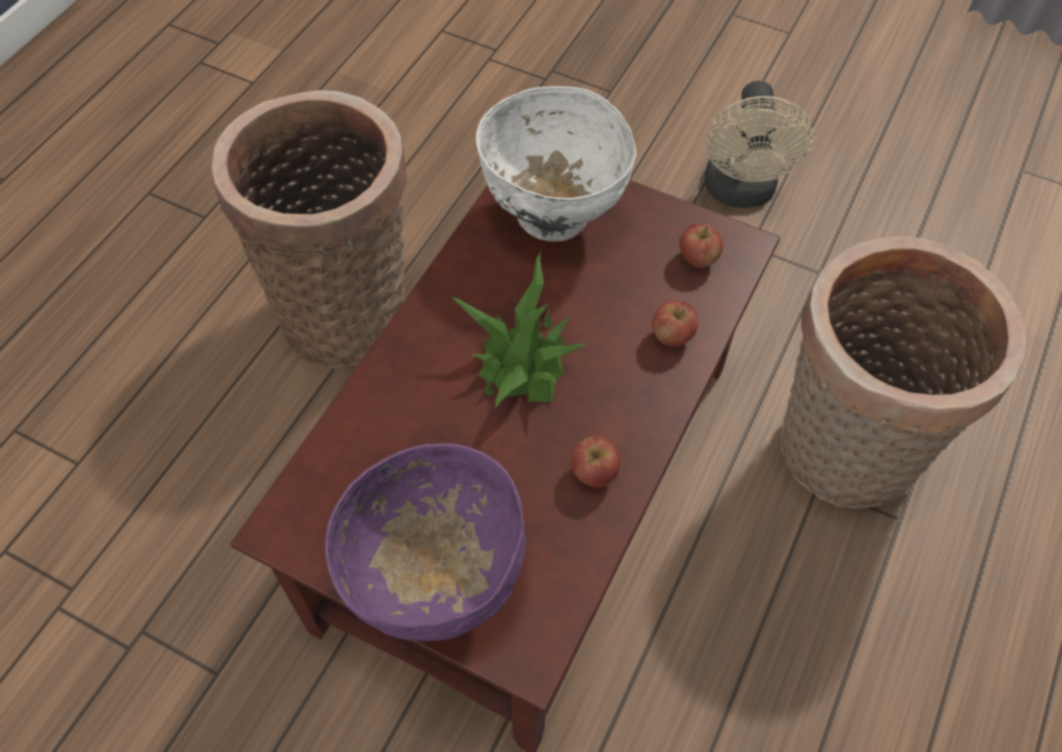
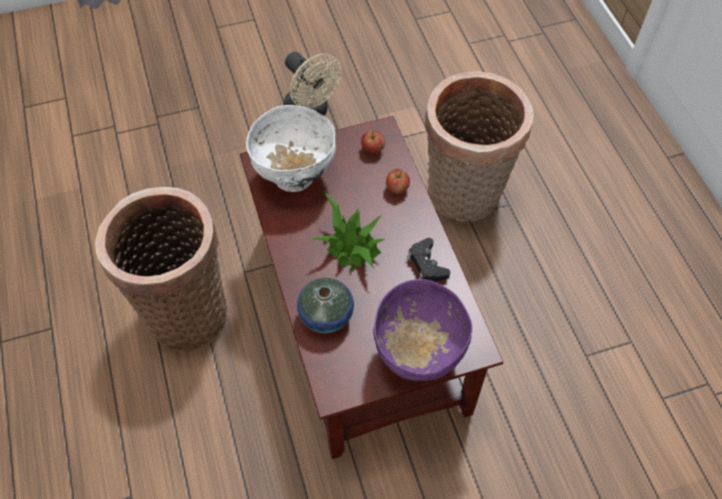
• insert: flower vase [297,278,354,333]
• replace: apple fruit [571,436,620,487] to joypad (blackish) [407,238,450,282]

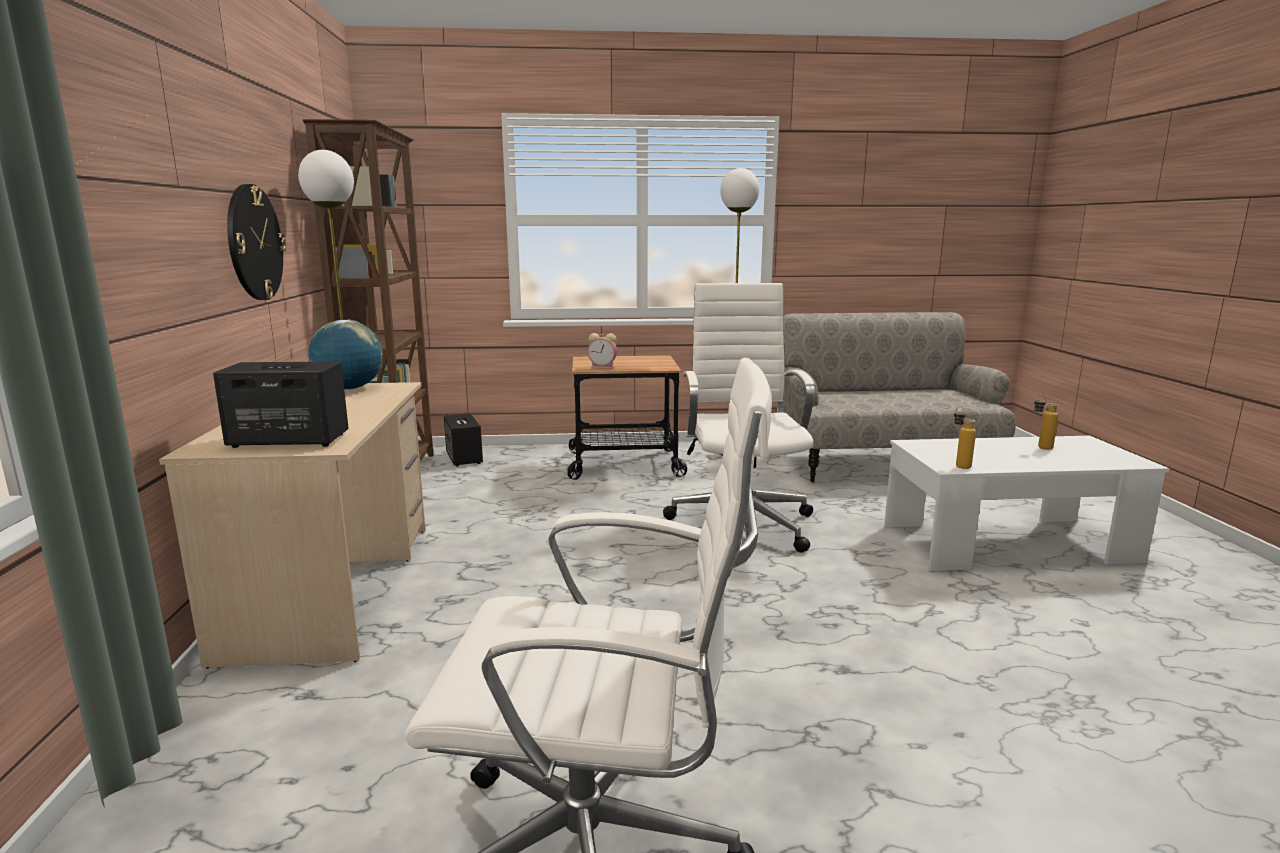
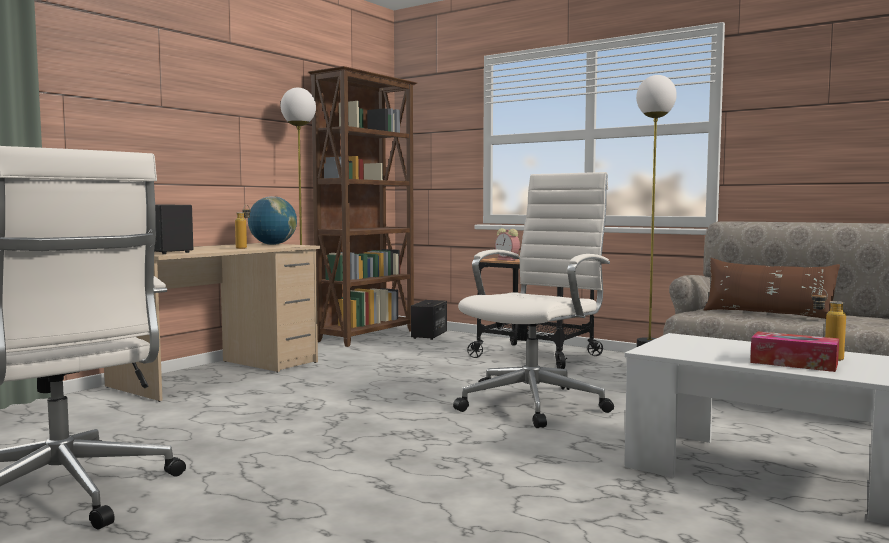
• delete: hanging clock [227,184,286,300]
• insert: throw pillow (brown-coloured) [703,258,840,319]
• insert: box of tissues [750,331,839,372]
• move: bottle [954,406,976,469] to [235,206,251,249]

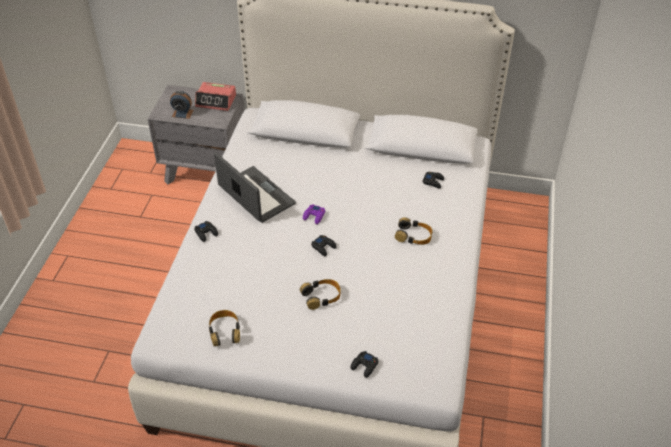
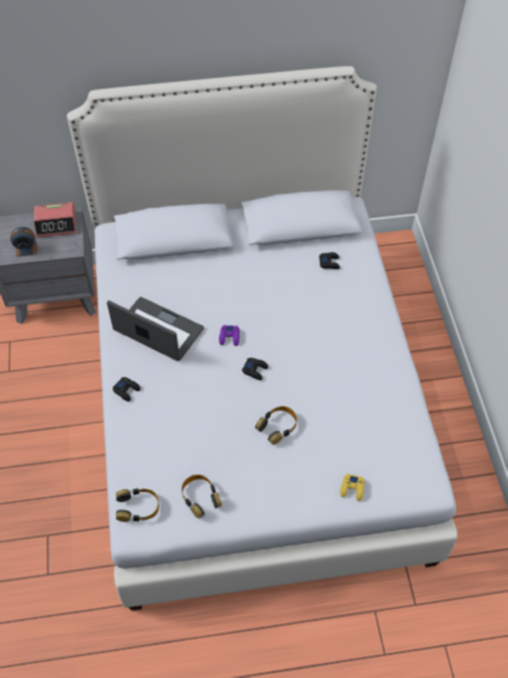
• move: pair of headphones [395,217,432,245] to [116,488,159,522]
• recolor: joypad (blackish) [351,351,378,378] to joypad (yellow) [340,474,365,501]

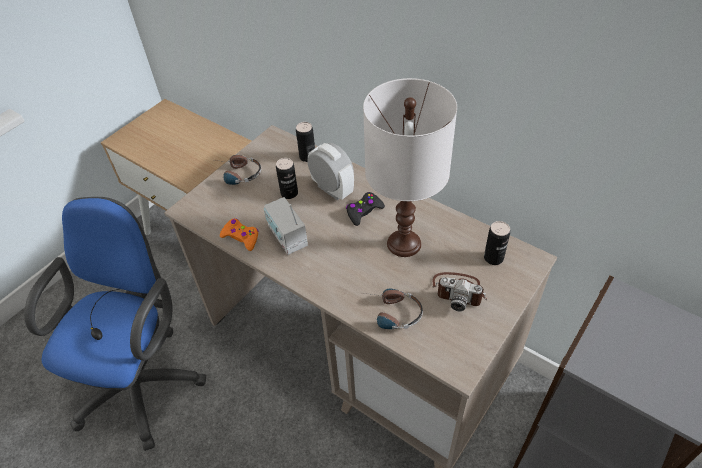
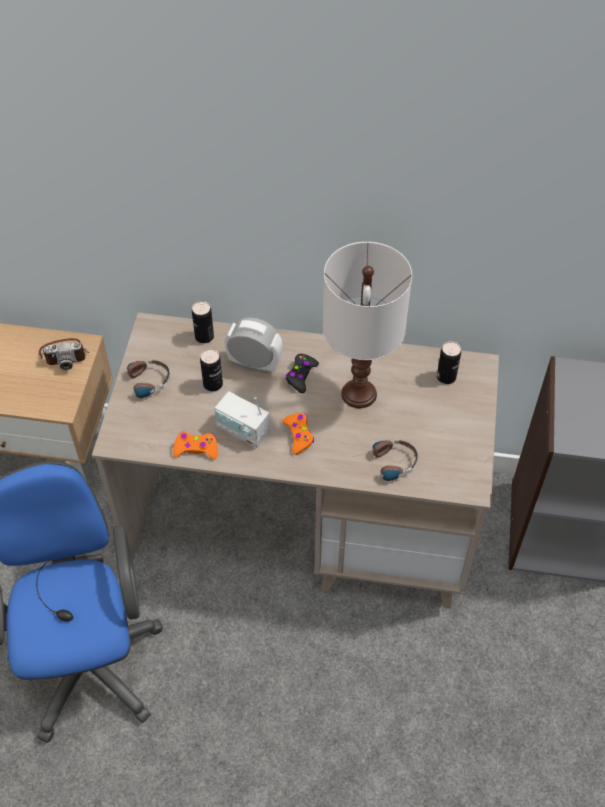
• insert: joypad (orange-coloured) [282,413,314,455]
• move: photo camera [432,272,487,311] to [39,338,89,370]

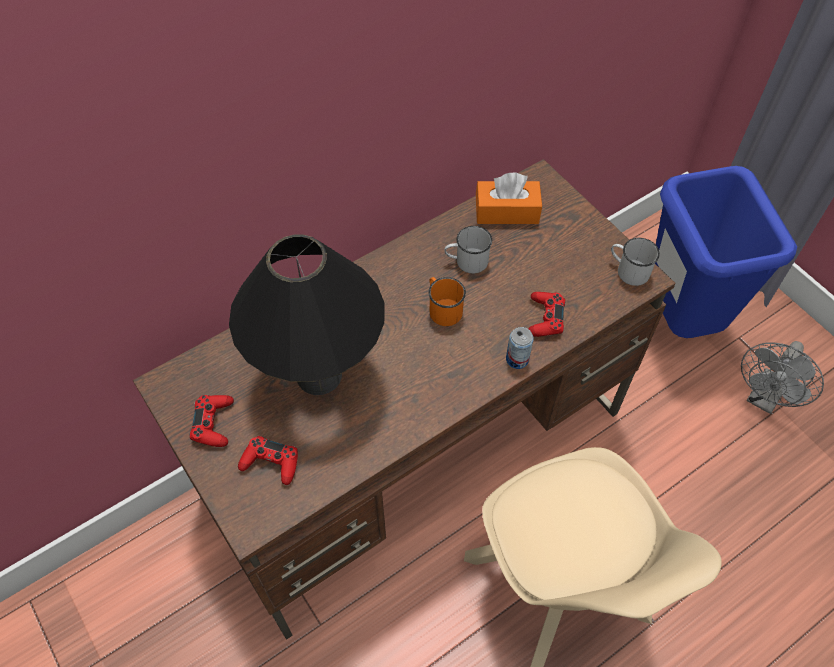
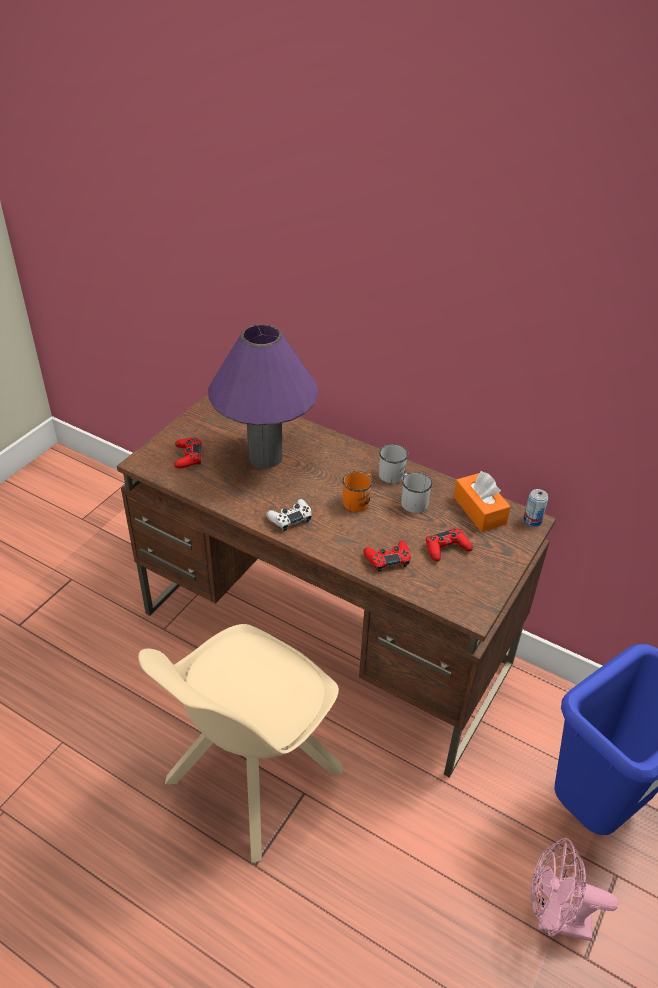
• insert: joypad (white-coloured) [266,499,312,531]
• move: joypad (reddish) [189,395,234,447] to [426,528,473,562]
• move: can [506,327,534,369] to [523,489,548,527]
• move: tea mug (white-coloured) [611,238,660,286] to [379,444,408,483]
• recolor: table lamp (blackish) [229,235,384,395] to table lamp (purple) [208,324,318,468]
• recolor: fan (greyish) [741,341,824,414] to fan (pinkish) [531,838,618,941]

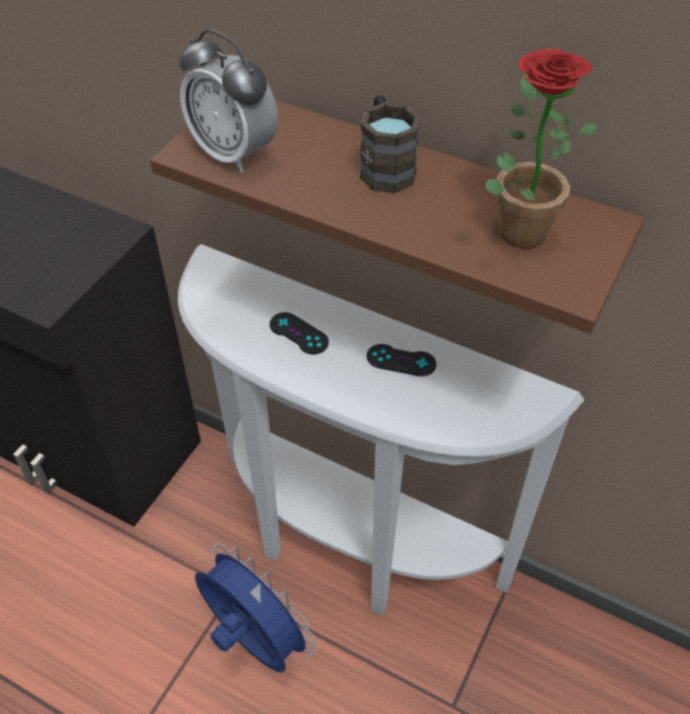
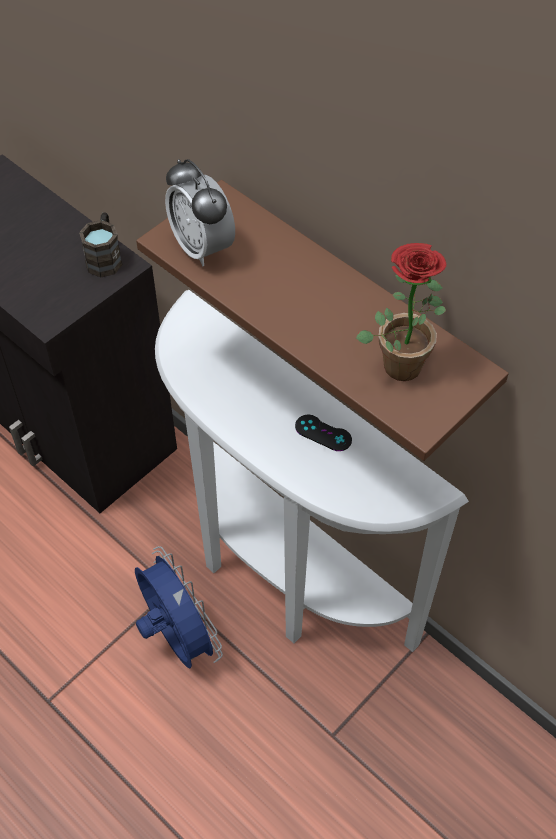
• delete: joypad (blackish) [270,312,329,354]
• move: tea mug (brown-coloured) [360,95,421,193] to [79,213,123,277]

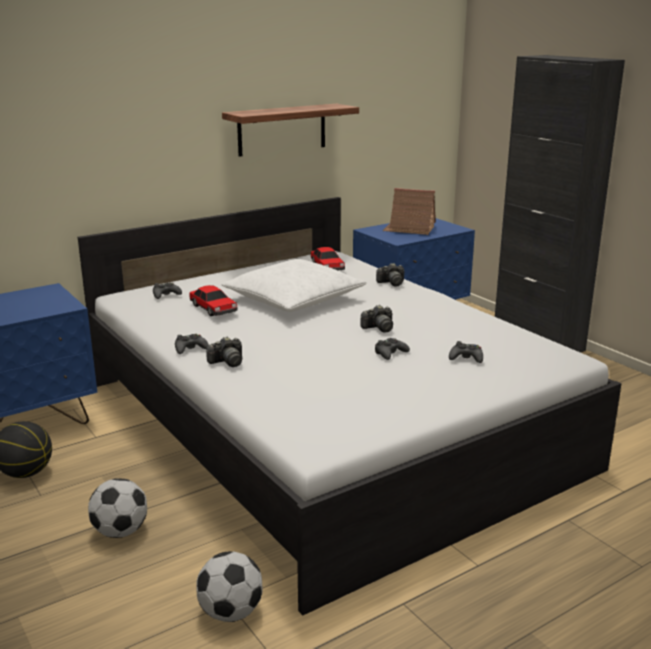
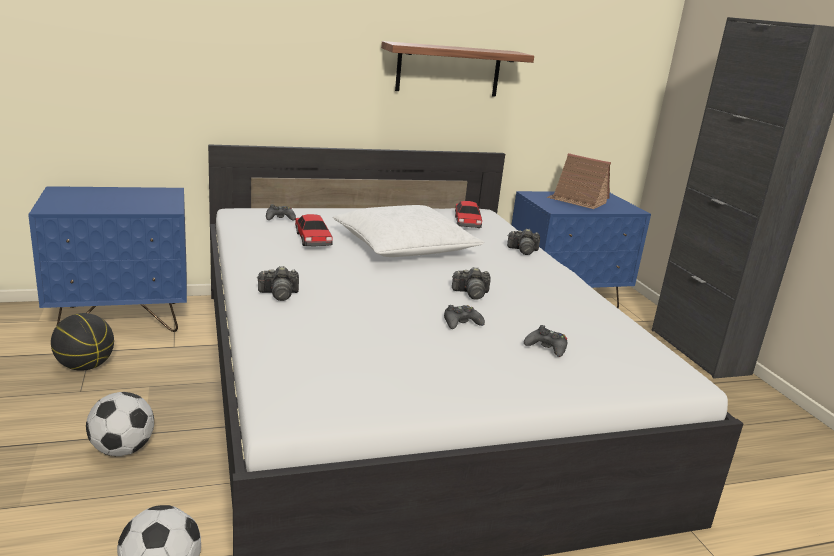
• delete: joypad (blackish) [175,334,209,354]

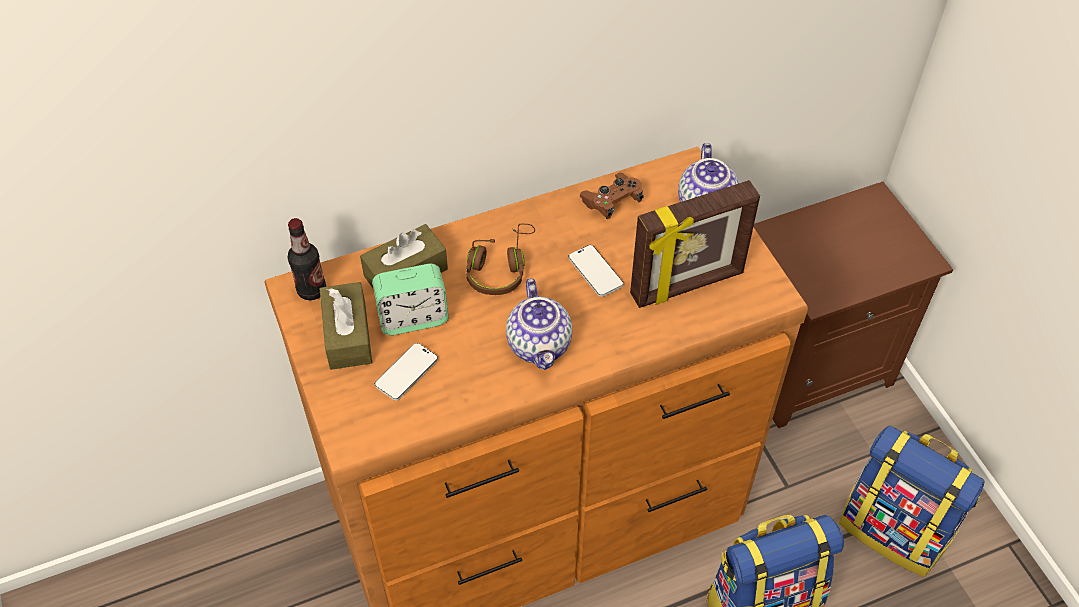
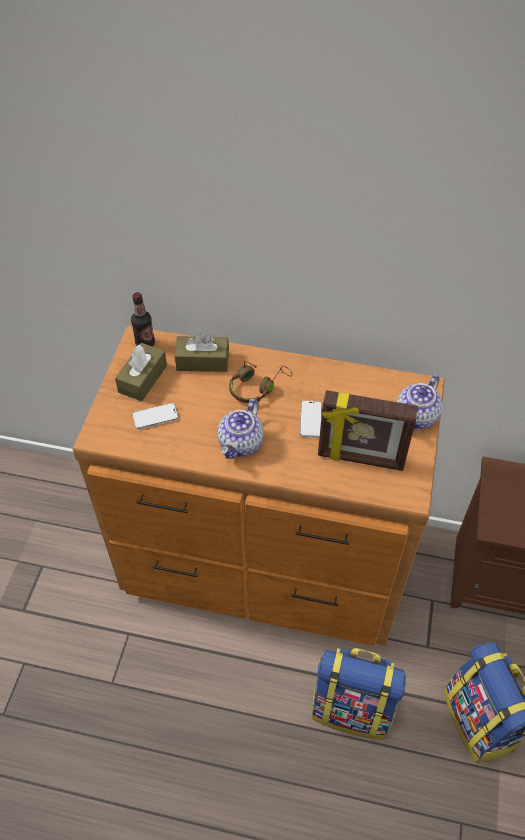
• delete: table clock [372,264,449,335]
• delete: joypad (brown-coloured) [579,172,644,219]

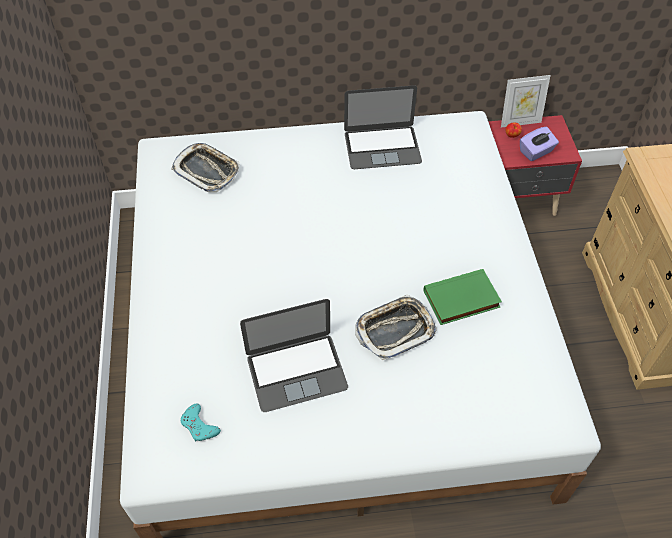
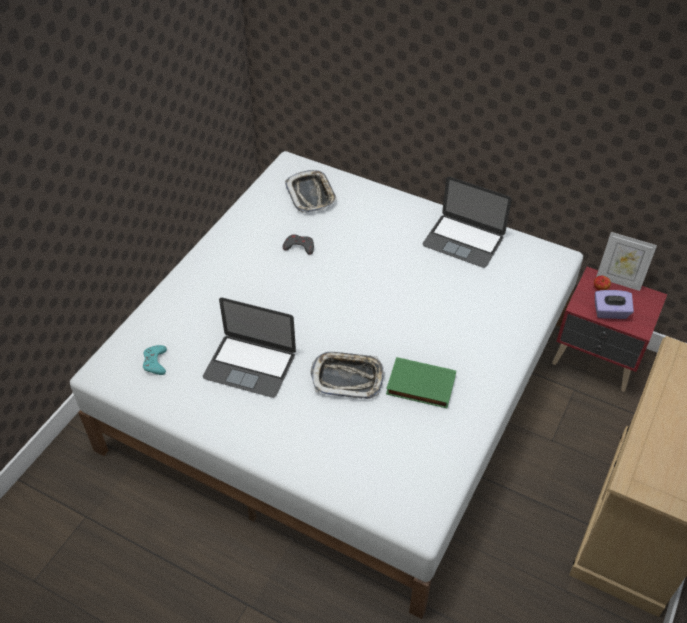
• insert: joypad (greyish) [283,234,314,255]

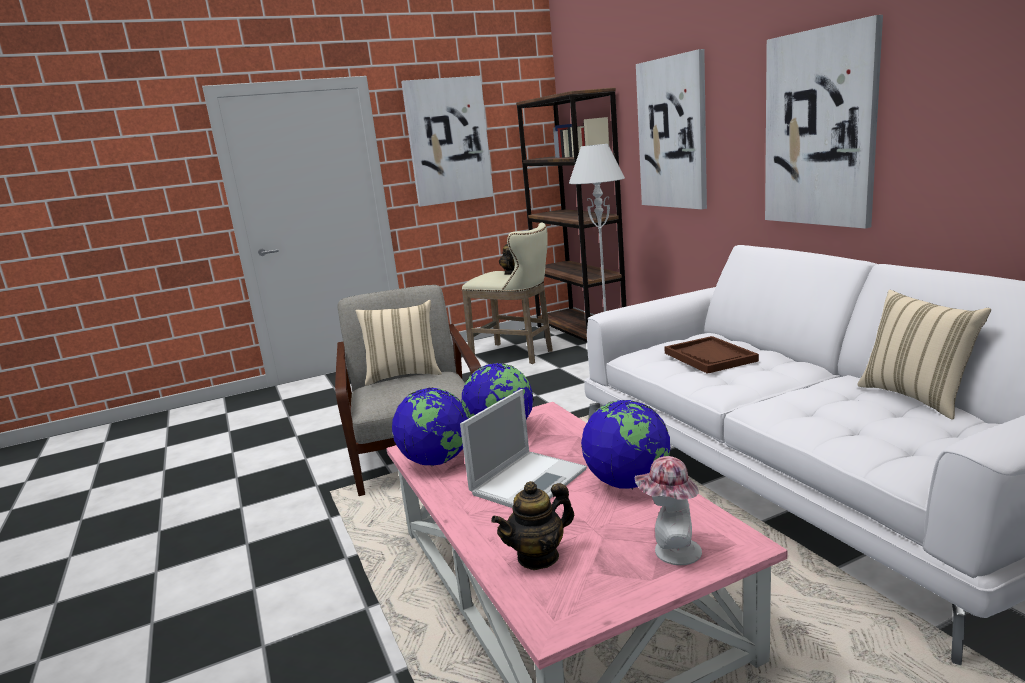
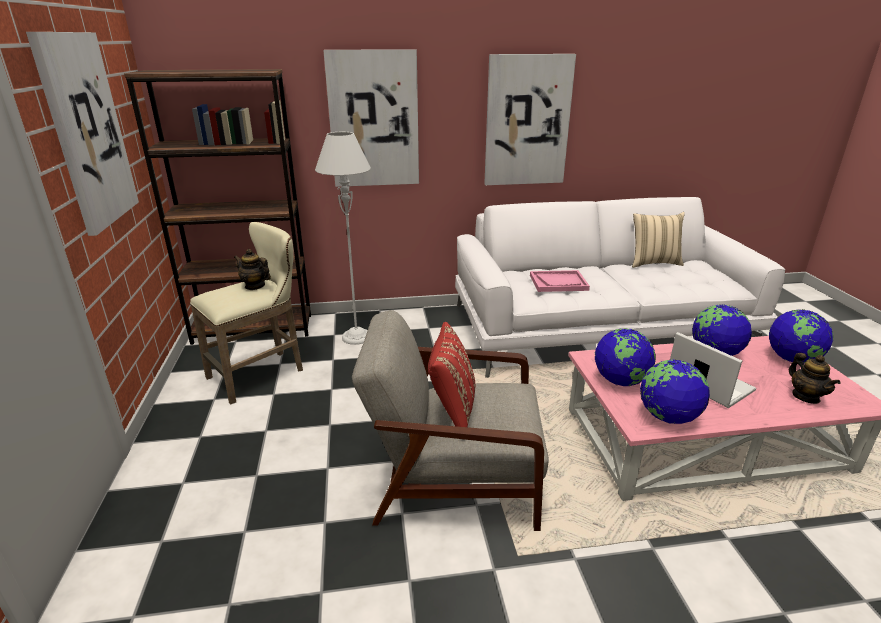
• replace: wearable hat [635,456,702,565] to world globe [769,309,834,363]
• recolor: throw pillow (beige-coloured) [355,300,442,386] to throw pillow (reddish) [428,322,475,427]
• recolor: tray (brown-coloured) [664,336,759,374] to tray (pinkish) [530,270,590,292]

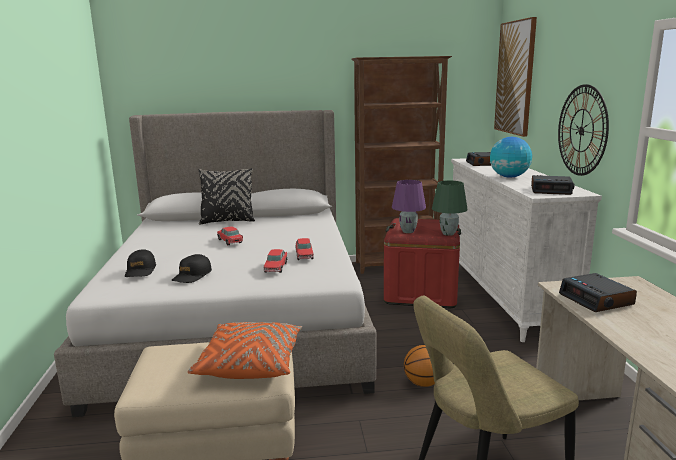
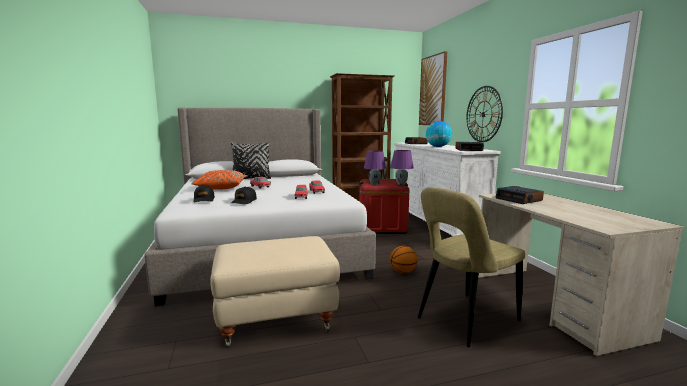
• move: throw pillow (orange-coloured) [188,322,302,379] to [191,170,247,190]
• recolor: table lamp (green-coloured) [432,180,468,236] to table lamp (purple) [390,150,414,185]

